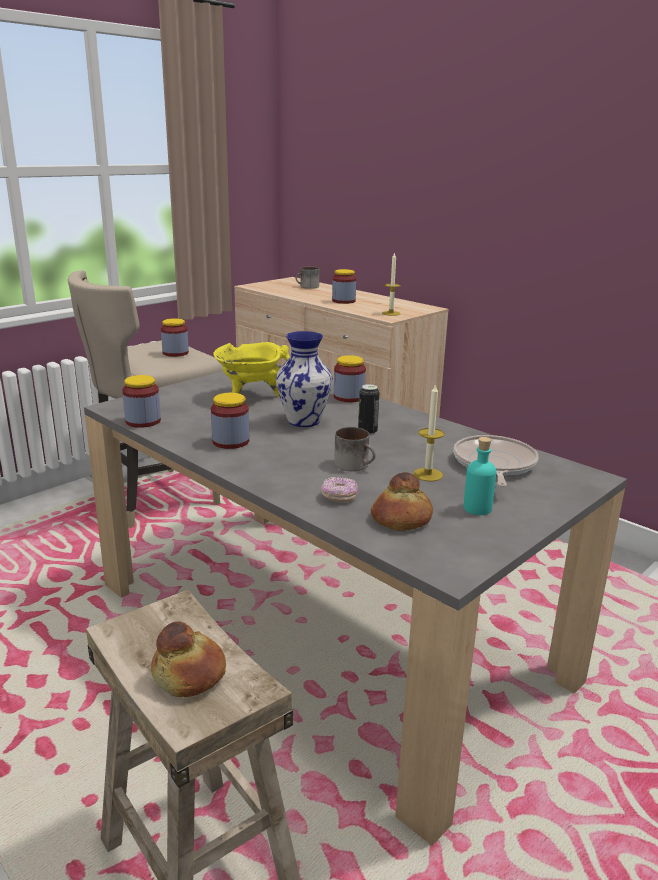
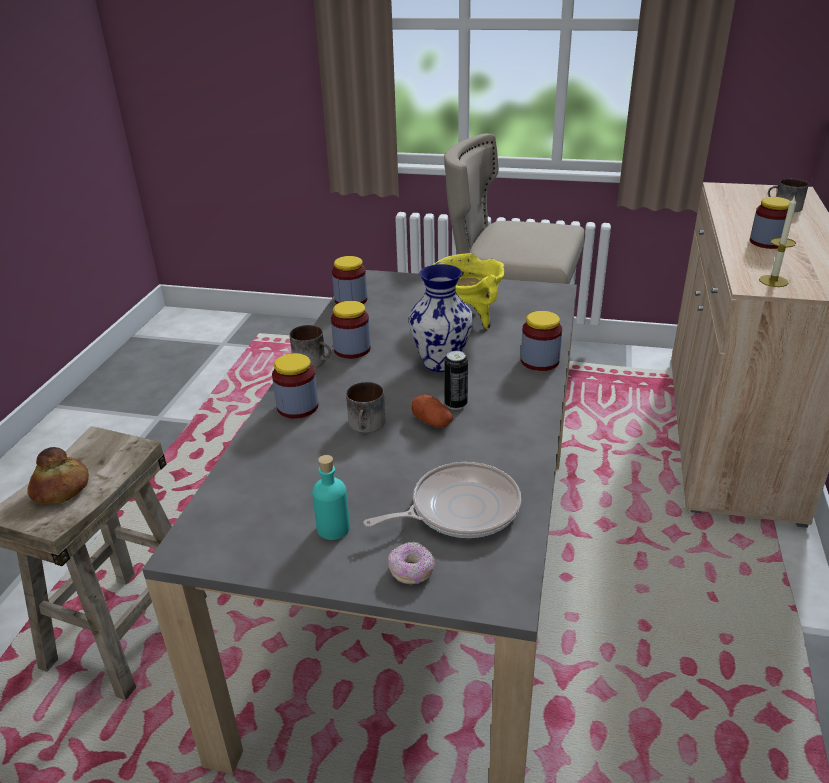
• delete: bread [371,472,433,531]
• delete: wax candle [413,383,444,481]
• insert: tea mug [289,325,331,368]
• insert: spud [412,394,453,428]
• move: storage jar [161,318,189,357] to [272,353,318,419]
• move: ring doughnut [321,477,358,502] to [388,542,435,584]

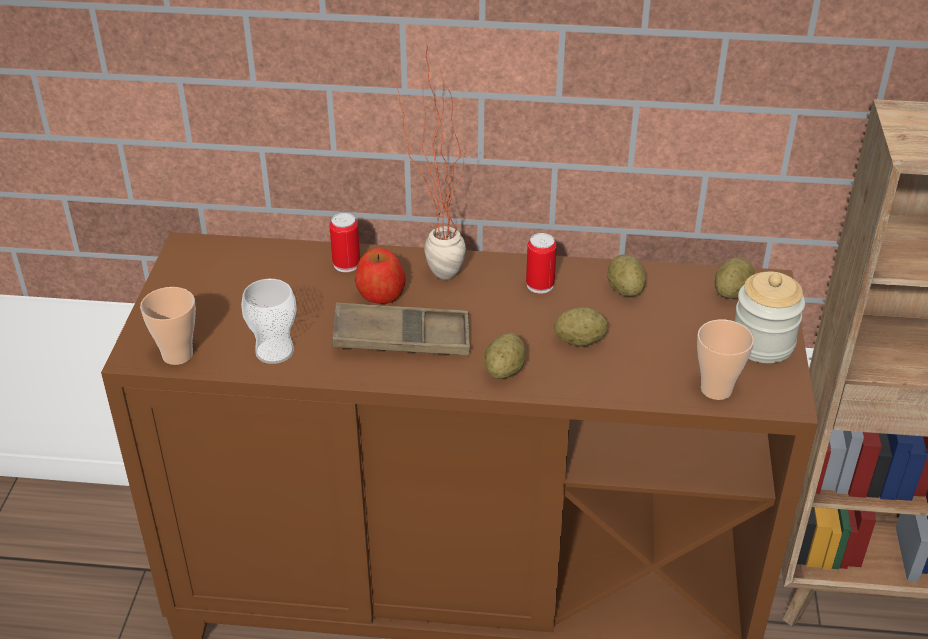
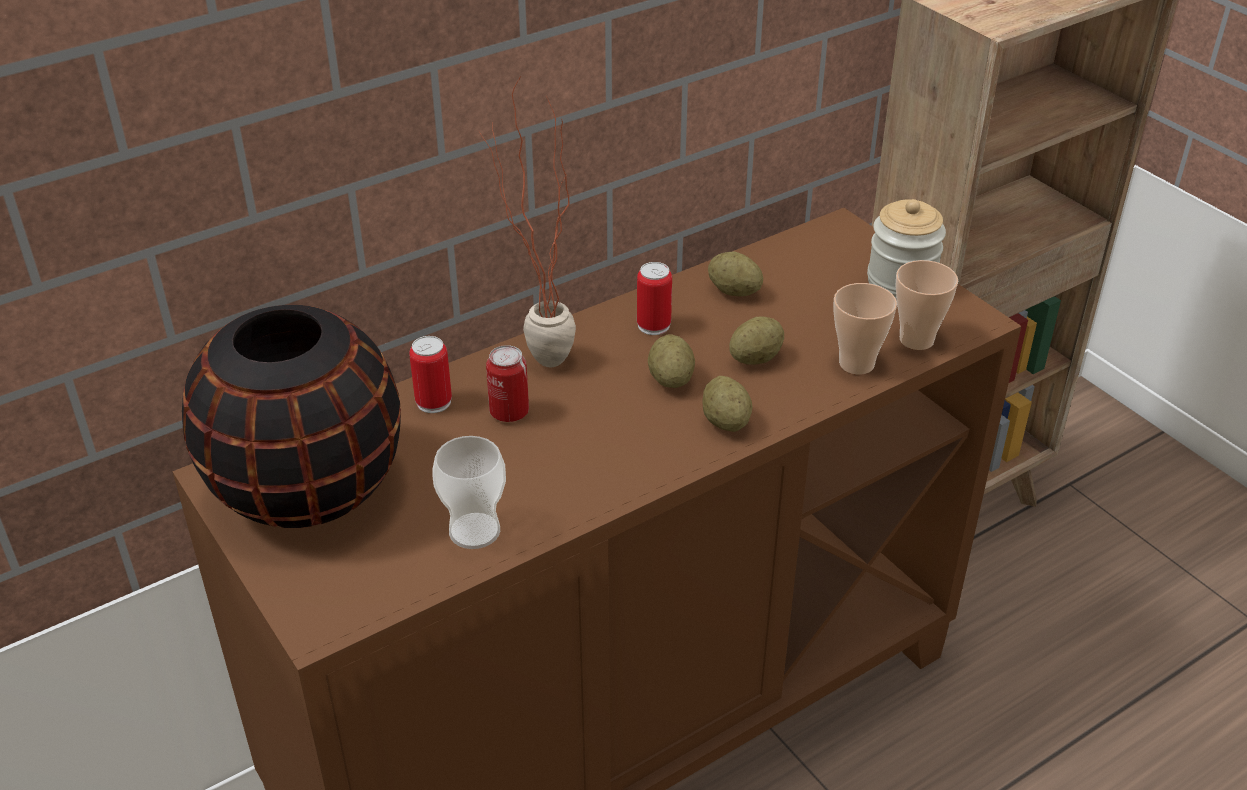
• delete: tray (brown-coloured) [332,302,470,356]
• insert: flower vase (blackish) [182,305,401,528]
• move: drinking cup [140,287,196,365] to [833,283,897,375]
• move: spud [714,258,754,299] to [648,334,695,388]
• replace: apple fruit [355,248,406,304] to can [486,345,529,422]

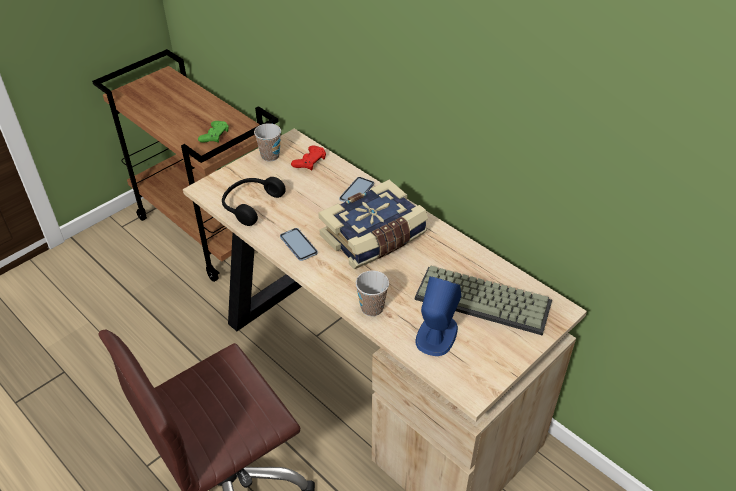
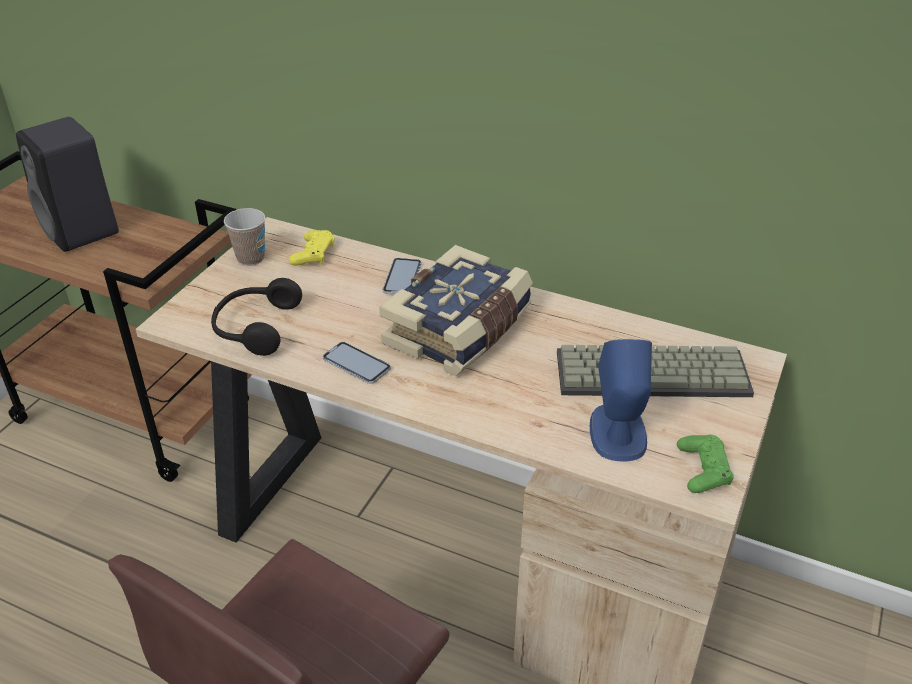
• delete: drinking cup [356,270,389,316]
• insert: speaker (blackish) [16,117,119,252]
• move: joypad (green-coloured) [198,121,229,143] to [677,434,734,493]
• recolor: joypad (reddish) [291,145,326,171] to joypad (yellow) [289,230,335,265]

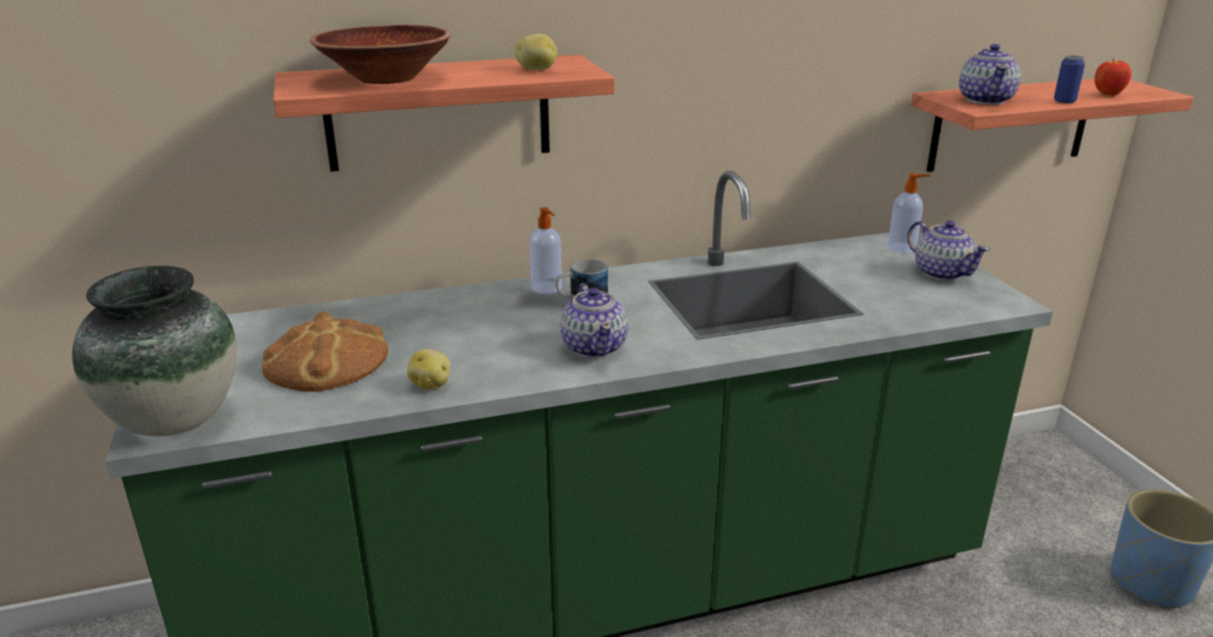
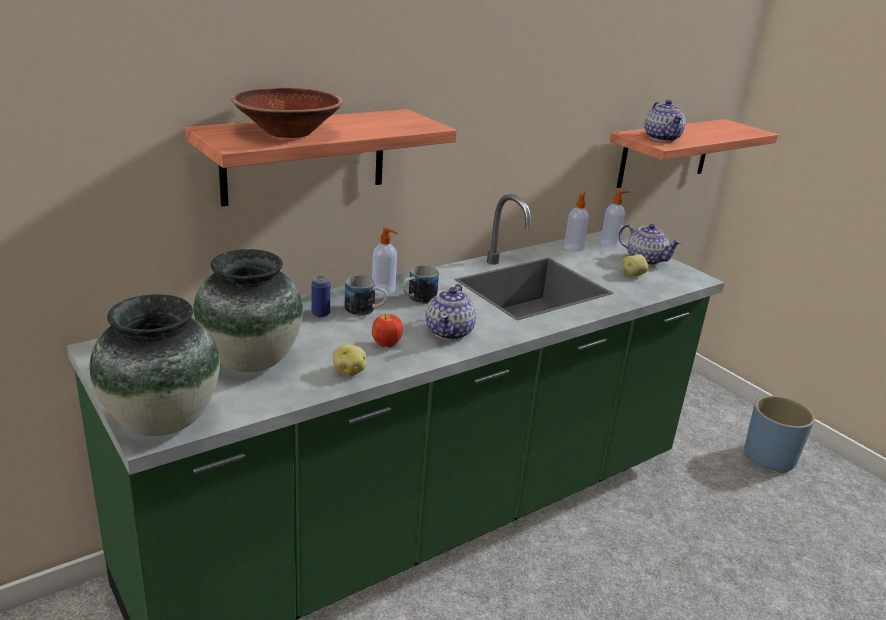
• insert: tea mug [345,275,387,316]
• insert: soap dispenser [564,192,589,252]
• move: spud [515,34,557,70] to [622,254,648,276]
• move: can [1054,55,1085,104] to [311,276,330,317]
• move: apple fruit [1095,59,1131,96] to [372,314,403,347]
• replace: bread [262,311,388,392] to flower vase [193,249,303,372]
• rotate: teapot [561,283,628,358] = [426,284,476,340] 45 degrees clockwise

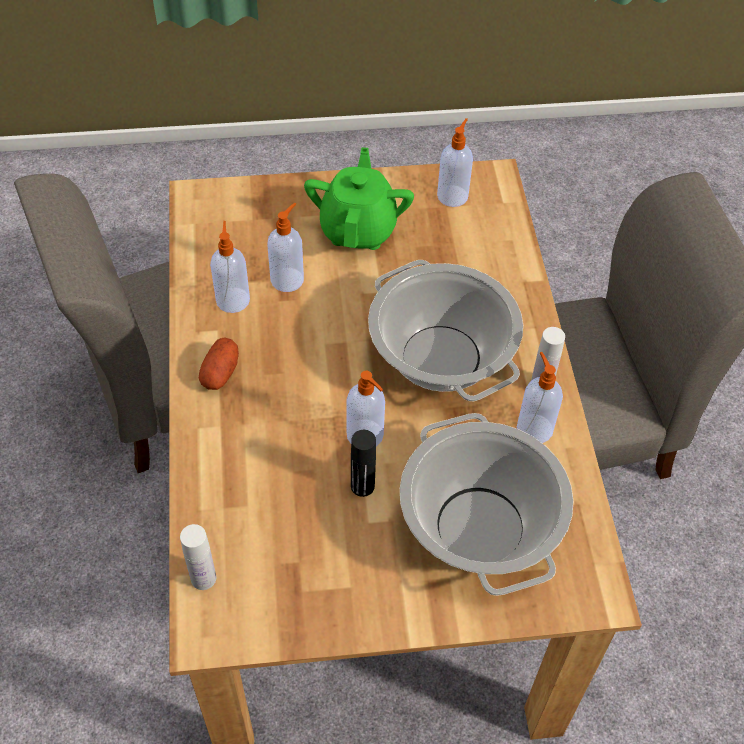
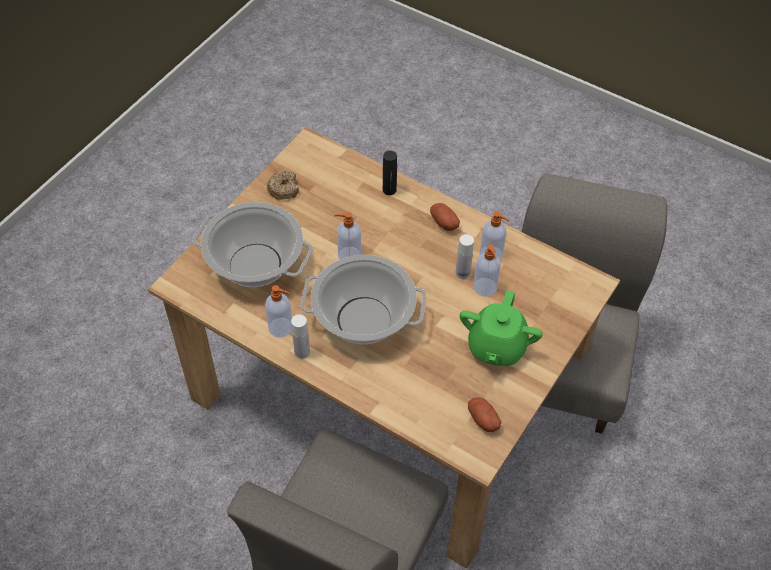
• insert: ring doughnut [267,171,299,200]
• move: bottle (white-coloured) [180,524,216,590] to [456,234,474,279]
• move: bottle (blackish) [351,430,376,497] to [383,151,397,195]
• replace: soap dispenser [437,118,473,207] to spud [468,397,501,432]
• rotate: teapot (green-coloured) [304,147,414,250] = [460,290,543,366] 60 degrees clockwise

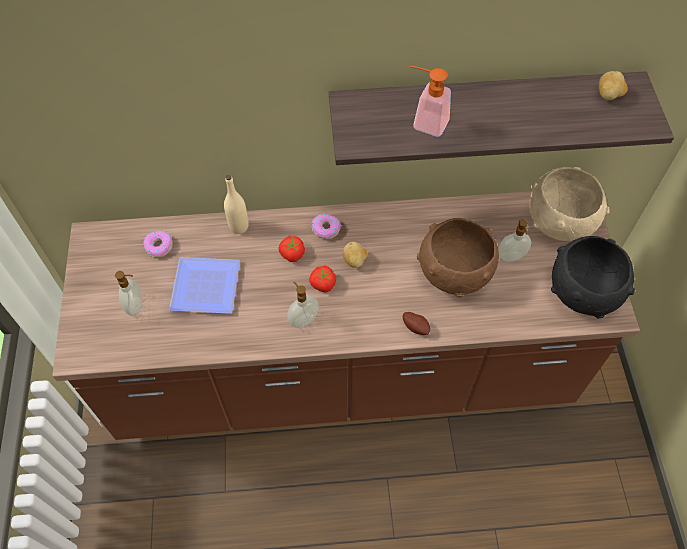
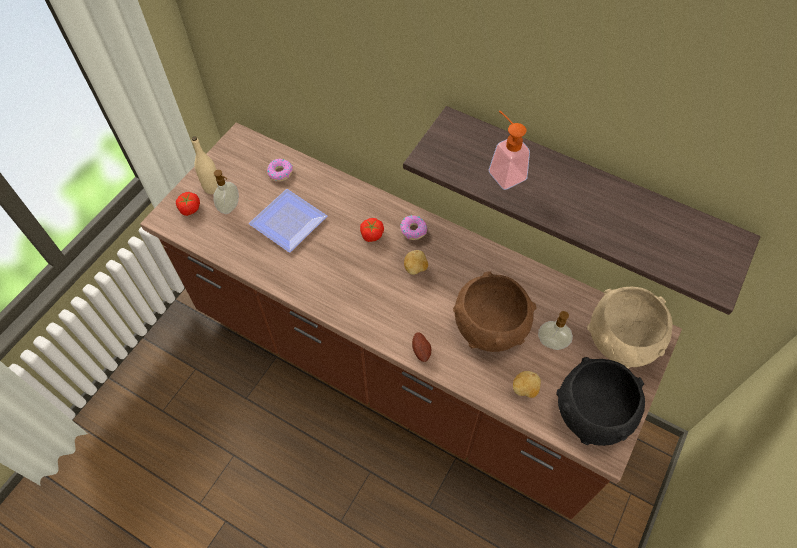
• delete: soap dispenser [288,282,319,328]
• move: bottle (beige-coloured) [224,175,249,234] to [192,136,218,194]
• move: tomato [309,265,336,293] to [176,192,200,216]
• move: spud [599,71,628,101] to [513,371,541,398]

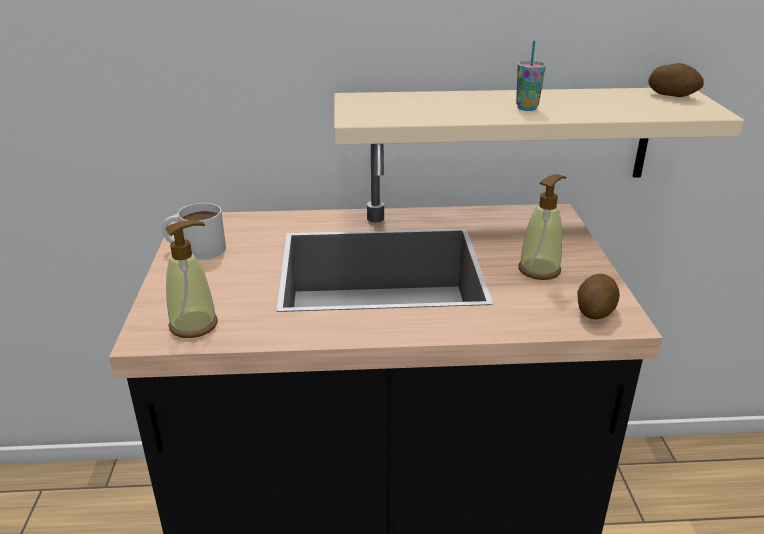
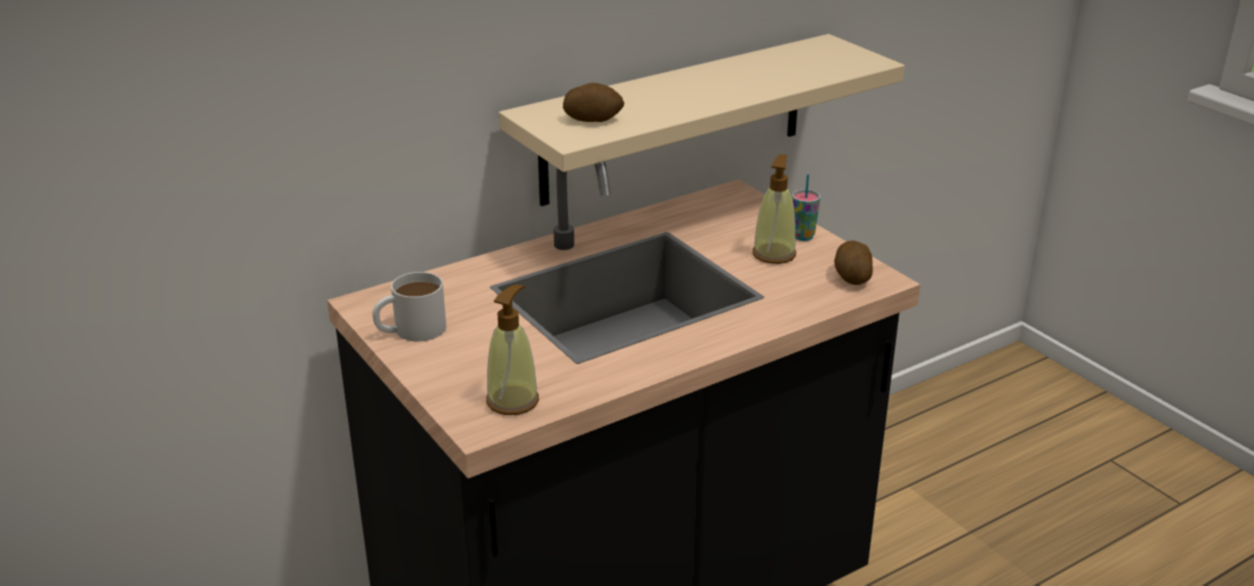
• move: drinking cup [516,41,546,111] to [792,174,821,241]
• move: spud [648,63,704,97] to [563,83,624,122]

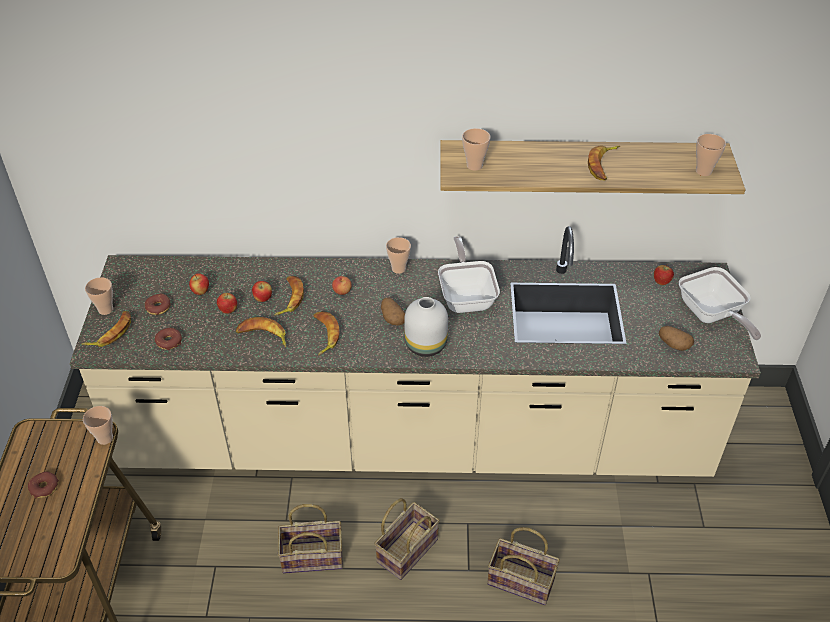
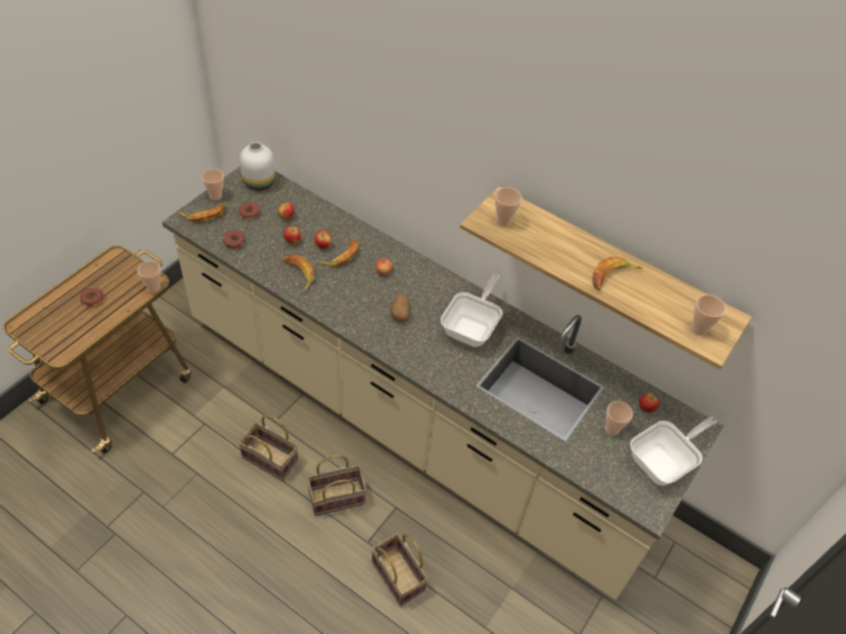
• delete: banana [313,311,339,355]
• delete: spud [659,326,694,351]
• move: drinking cup [386,237,411,274] to [605,401,633,436]
• move: flower vase (white-coloured) [404,297,448,357] to [240,142,275,191]
• rotate: pan [679,267,761,340] = [630,417,717,485] 135 degrees counterclockwise

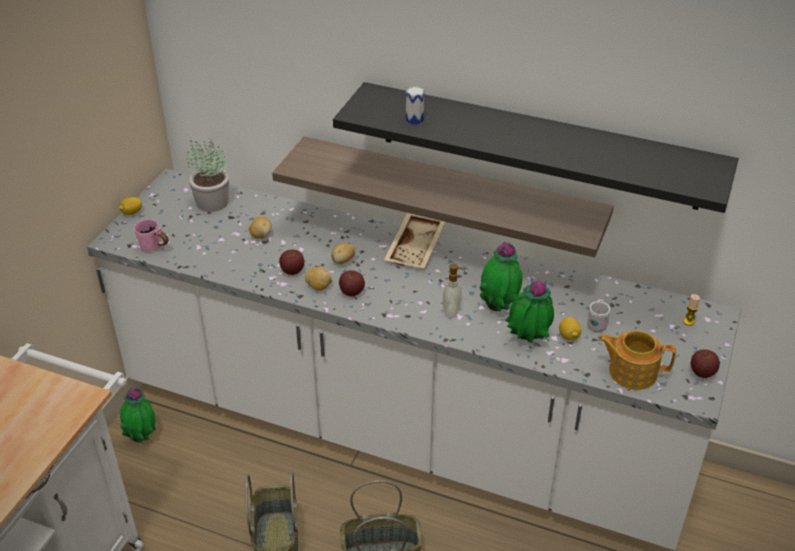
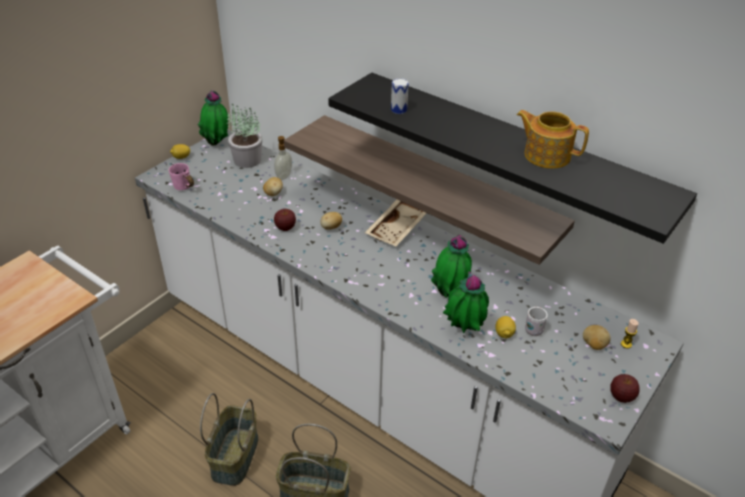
• delete: apple fruit [339,270,365,296]
• move: houseplant [120,388,156,443] to [198,90,228,146]
• move: spud [305,267,331,290] to [583,325,611,350]
• move: soap dispenser [443,264,465,318] to [274,136,292,180]
• move: teapot [598,331,676,390] to [517,110,589,169]

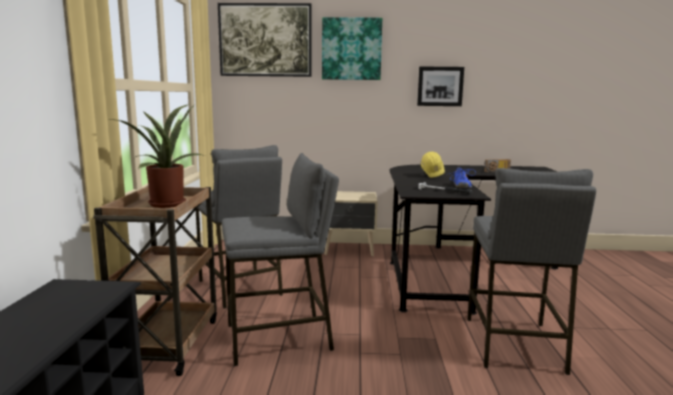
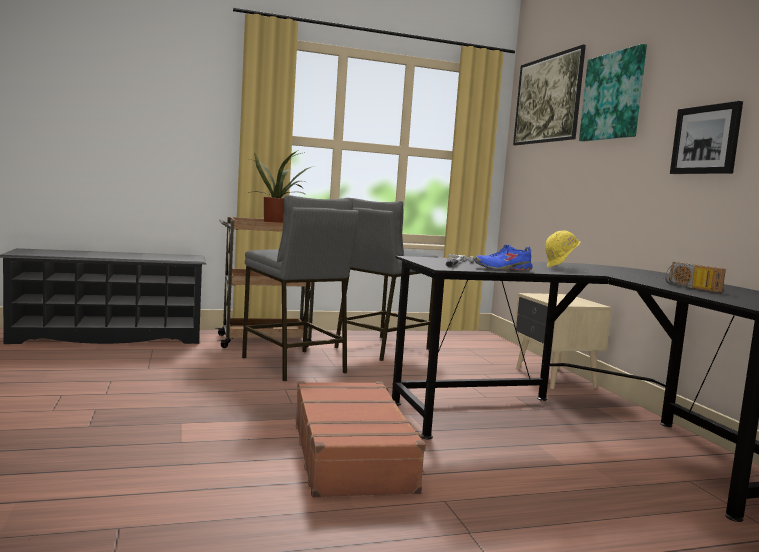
• replace: stool (greyish) [467,168,596,375] to suitcase (brown-coloured) [296,381,426,498]

